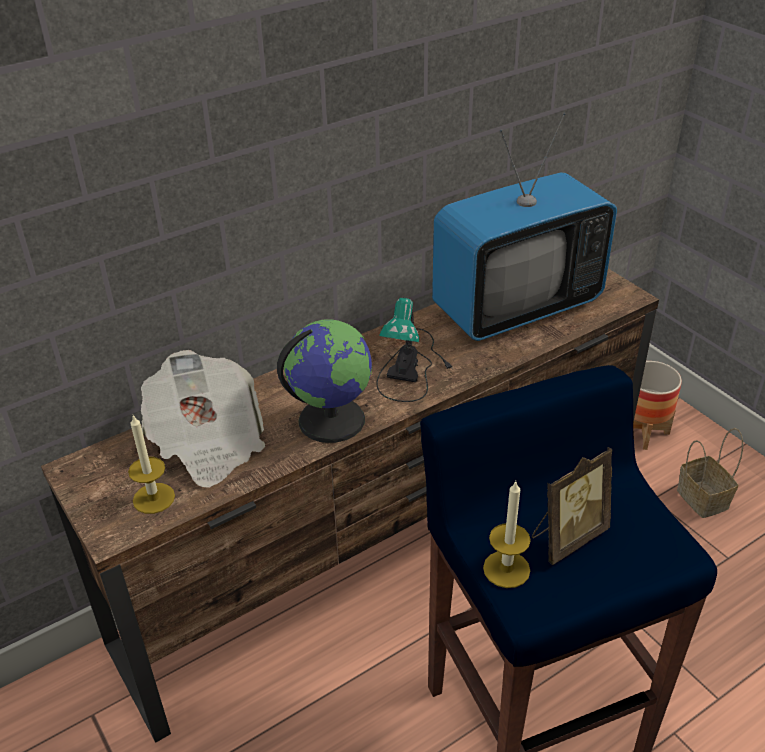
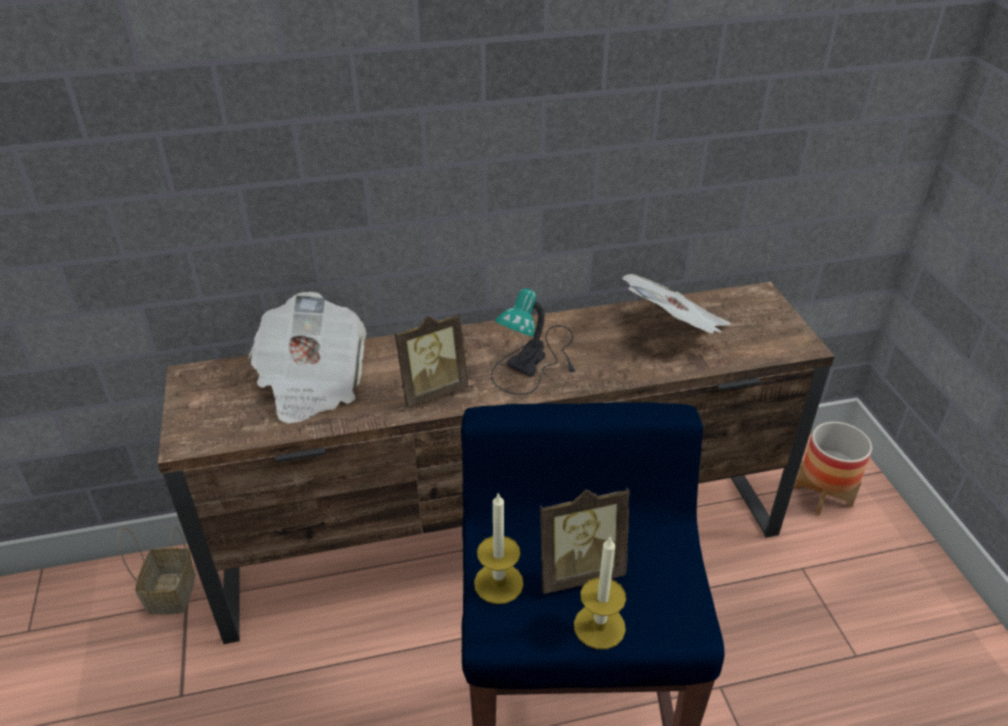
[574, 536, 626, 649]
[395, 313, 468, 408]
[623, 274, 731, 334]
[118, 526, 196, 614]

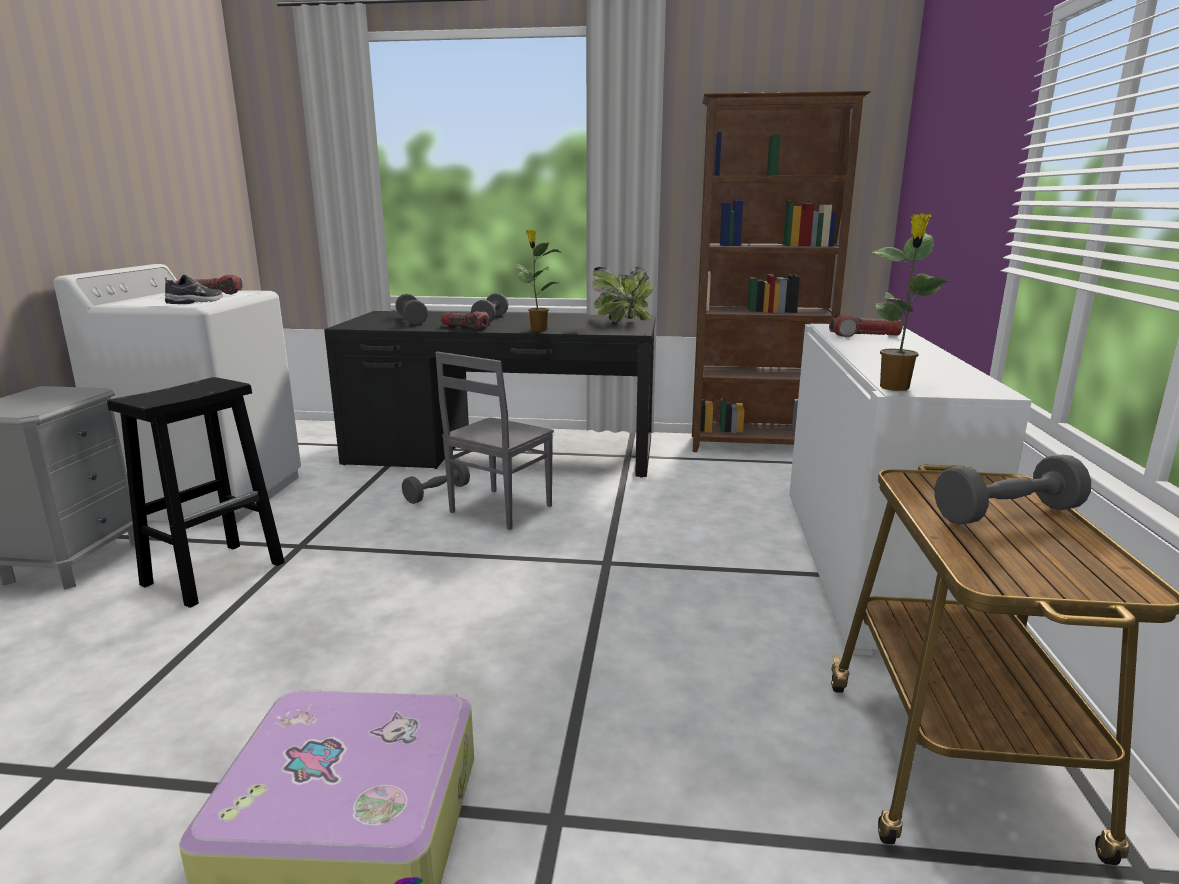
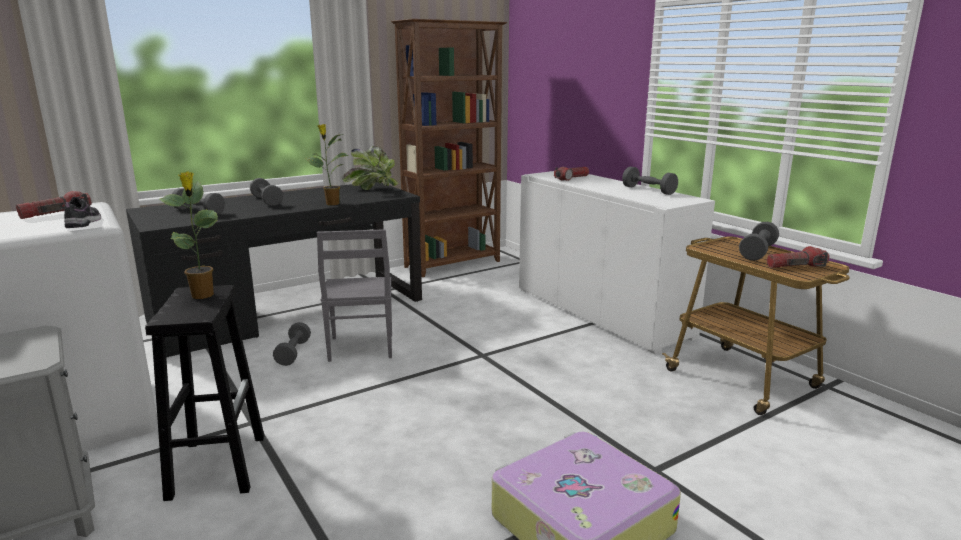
[767, 246, 830, 268]
[159, 172, 219, 299]
[622, 166, 678, 195]

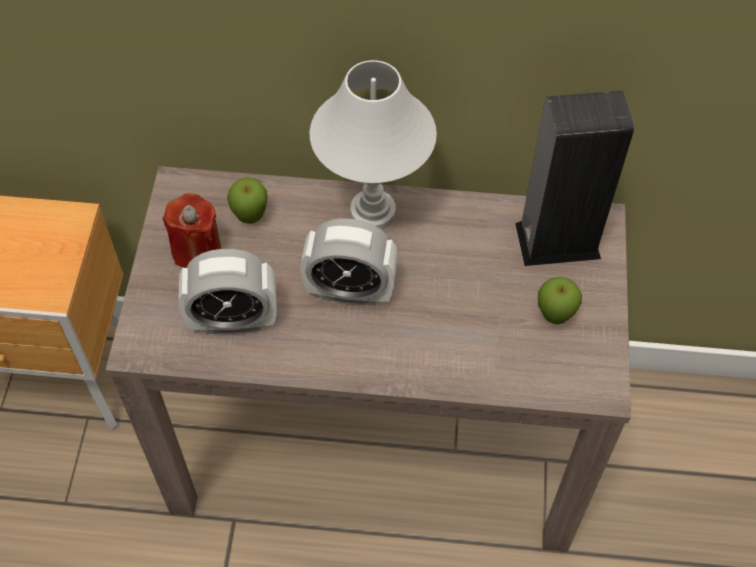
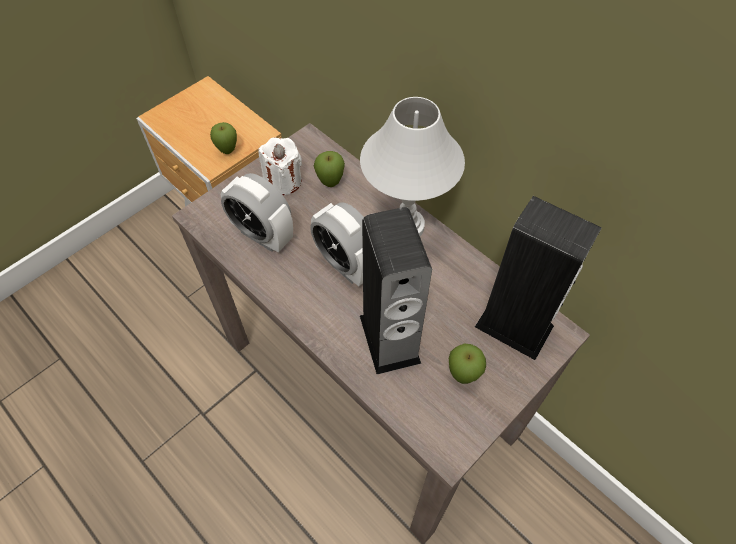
[259, 138, 302, 195]
[210, 122, 237, 154]
[360, 207, 432, 374]

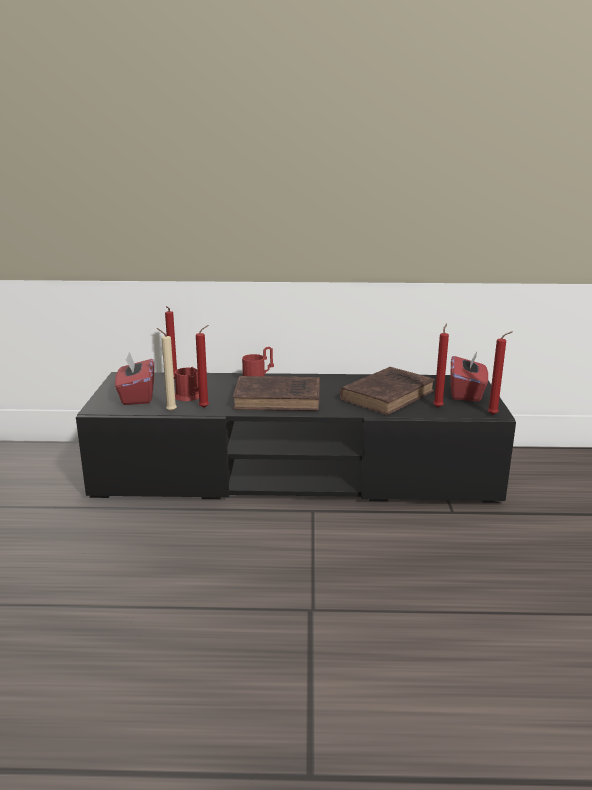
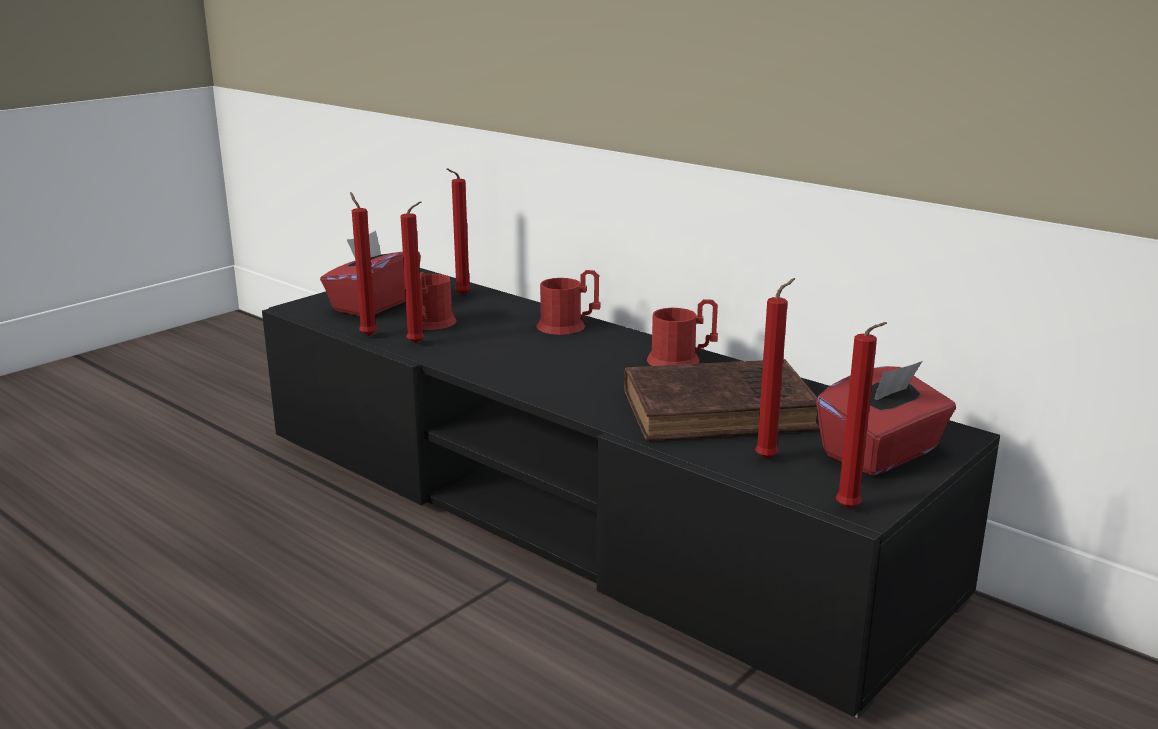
[350, 192, 378, 336]
[233, 376, 320, 411] (first image)
[647, 299, 718, 366]

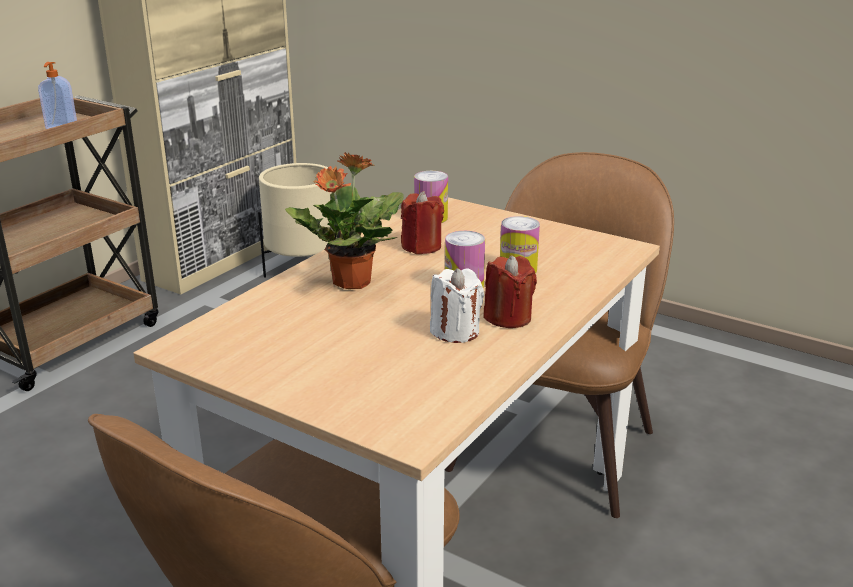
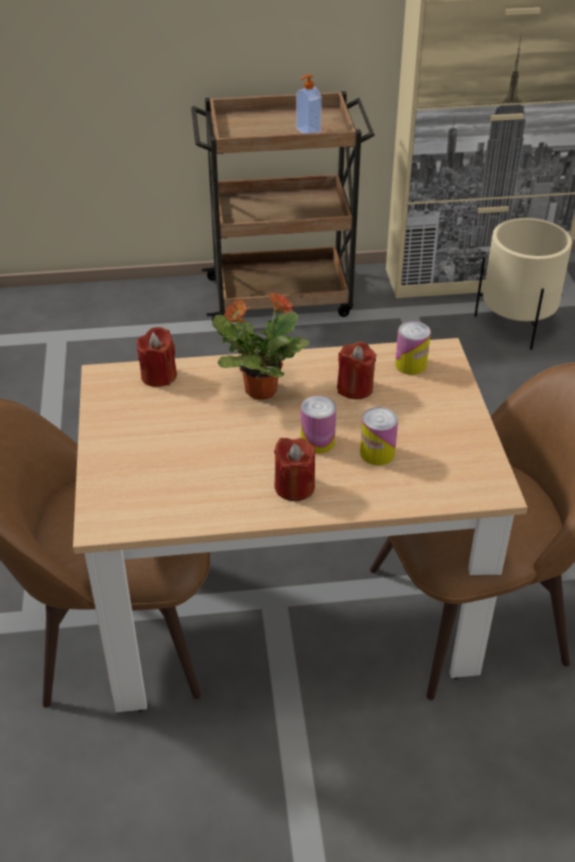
[430, 268, 484, 343] (first image)
[136, 327, 177, 387]

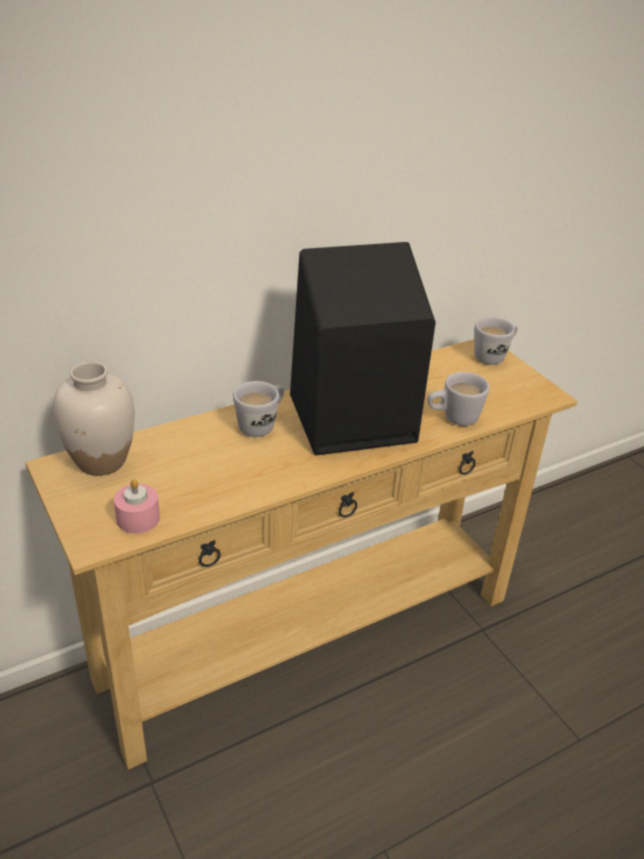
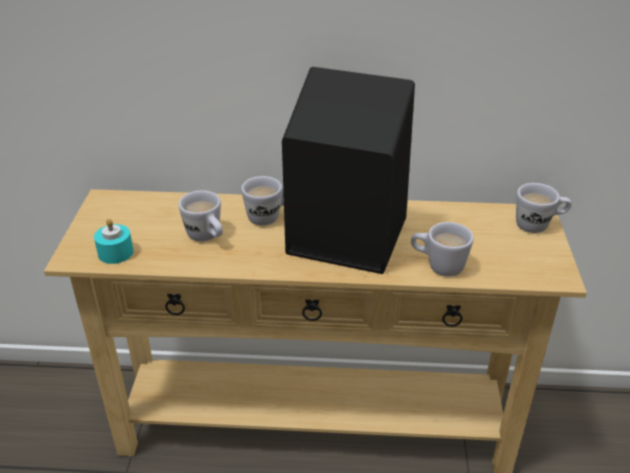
[53, 361, 135, 476] (first image)
[94, 219, 133, 264]
[178, 190, 223, 242]

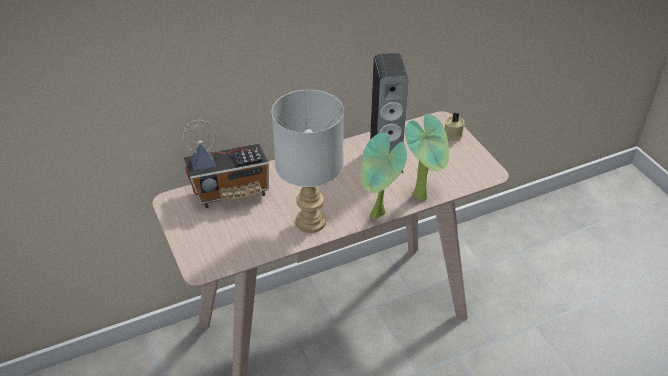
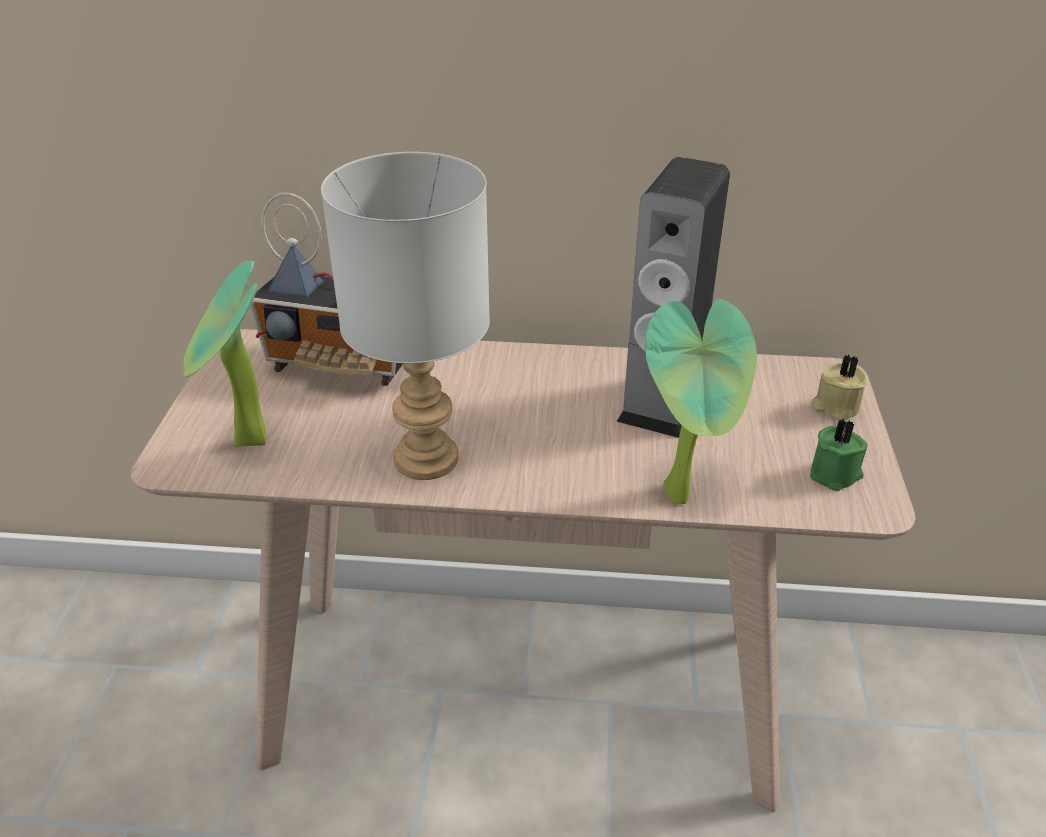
[183, 260, 266, 447]
[810, 418, 868, 491]

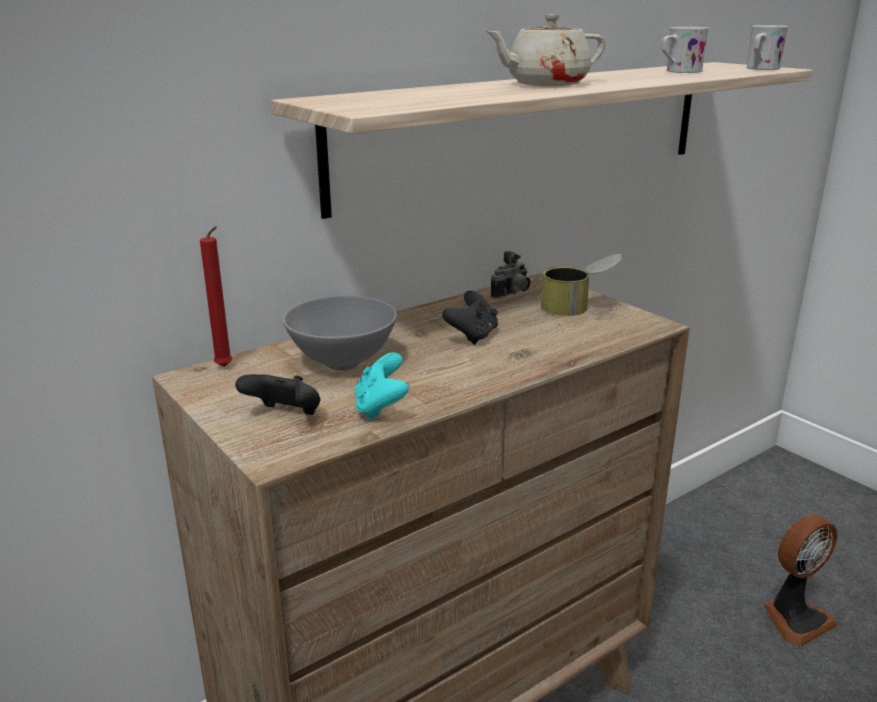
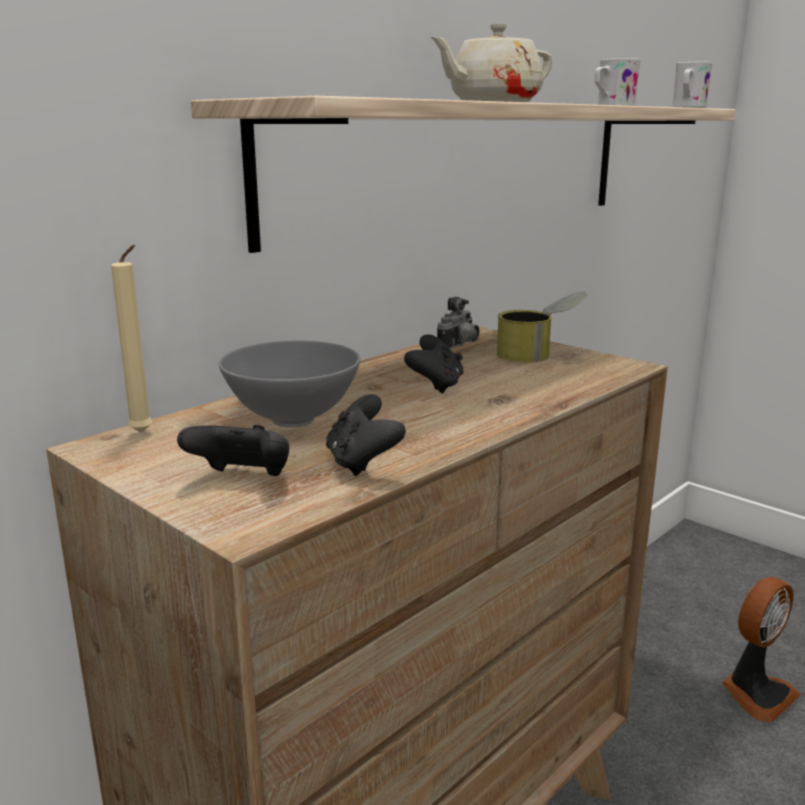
[111, 245, 152, 433]
[326, 394, 406, 476]

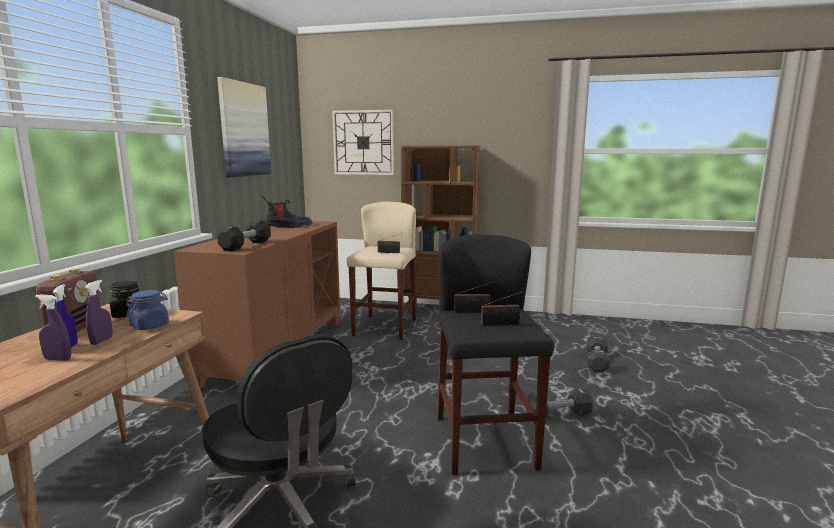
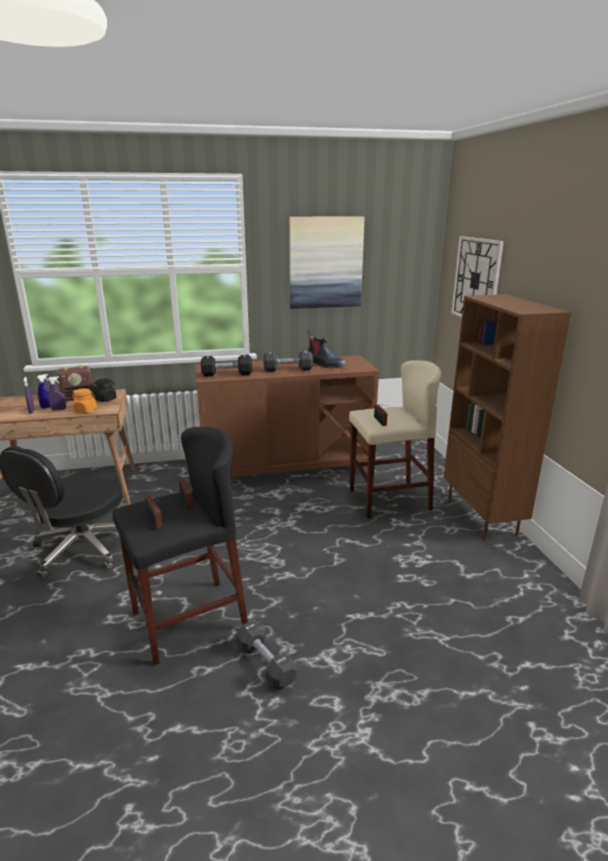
[72, 388, 97, 413]
[263, 351, 313, 372]

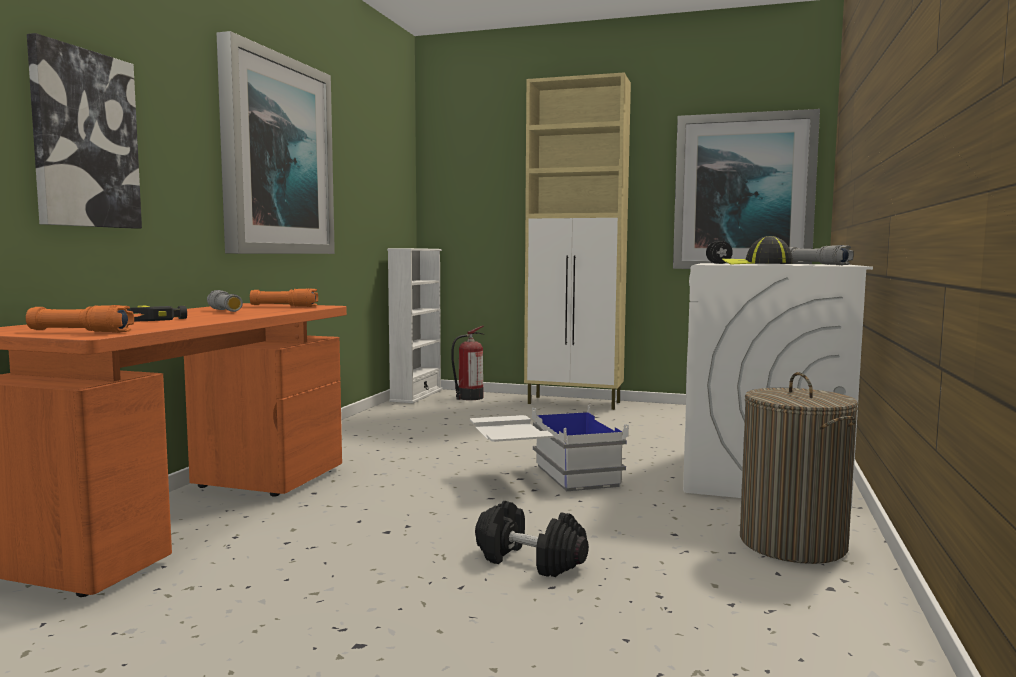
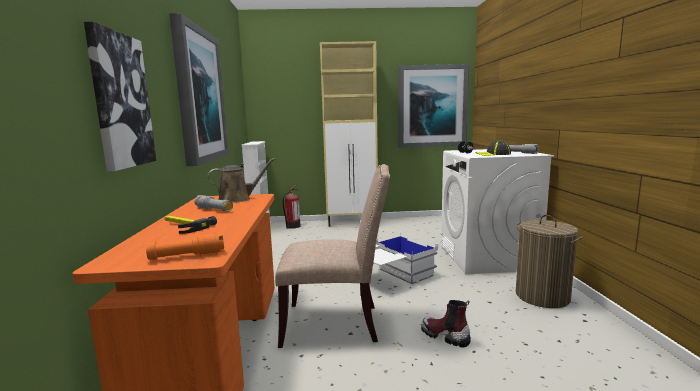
[208, 158, 275, 203]
[421, 300, 471, 348]
[275, 164, 390, 348]

